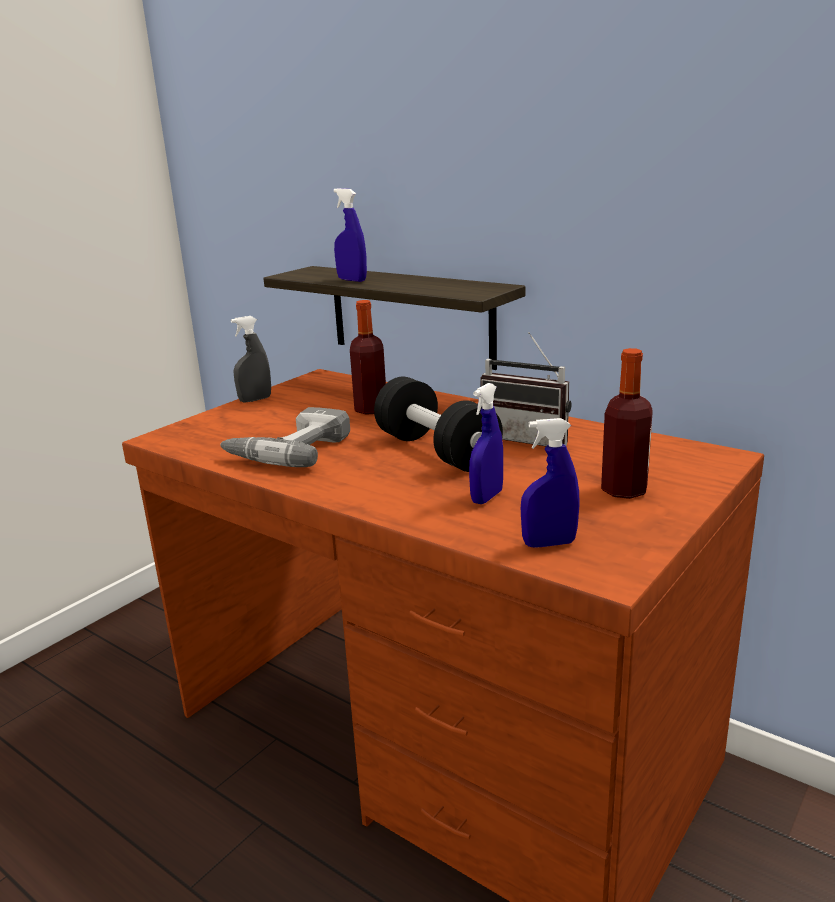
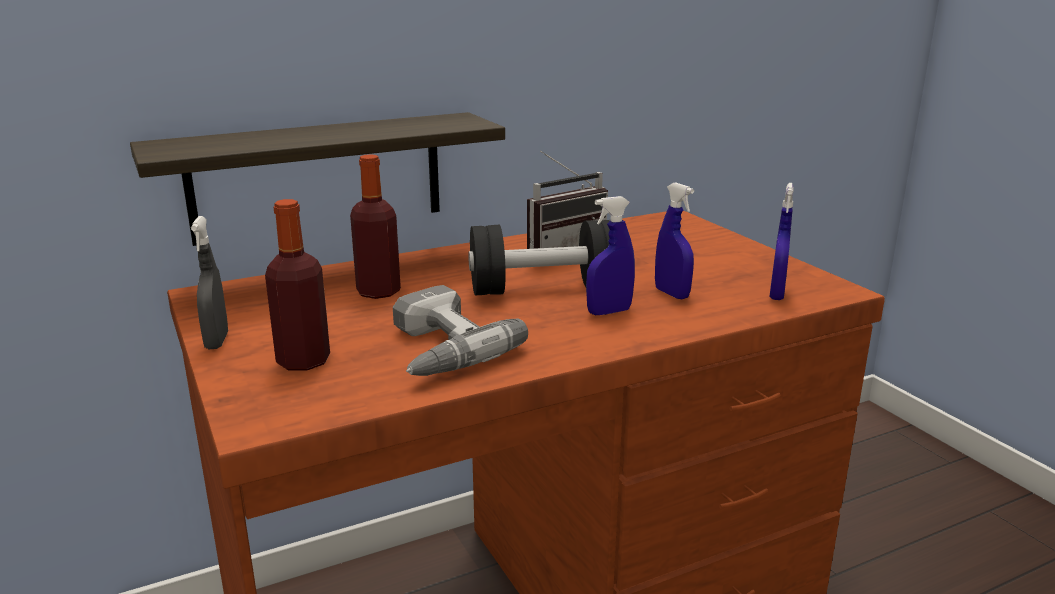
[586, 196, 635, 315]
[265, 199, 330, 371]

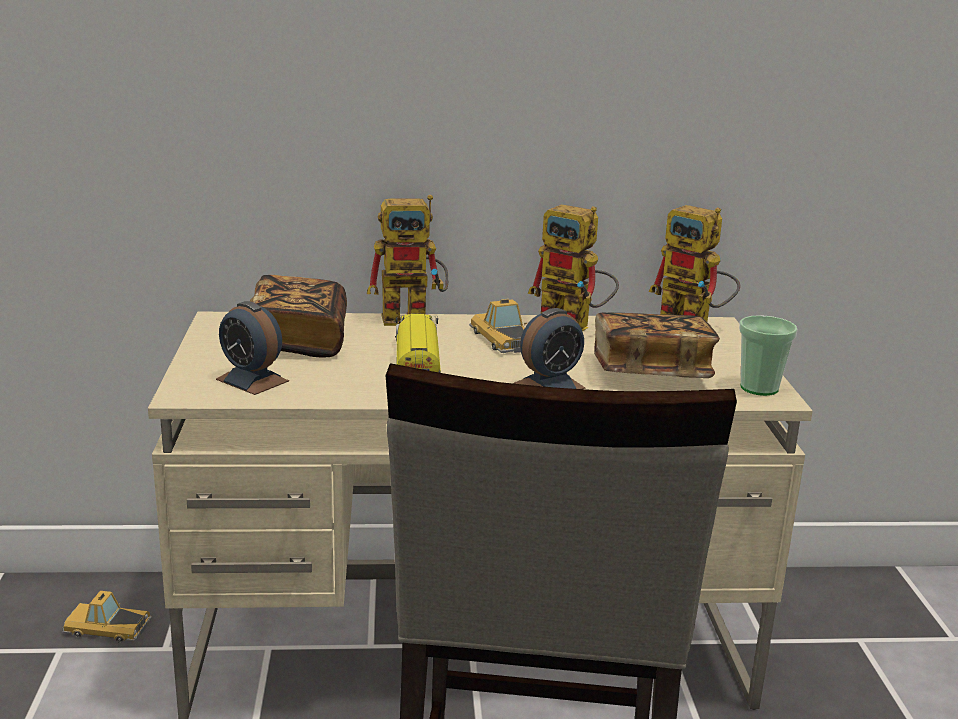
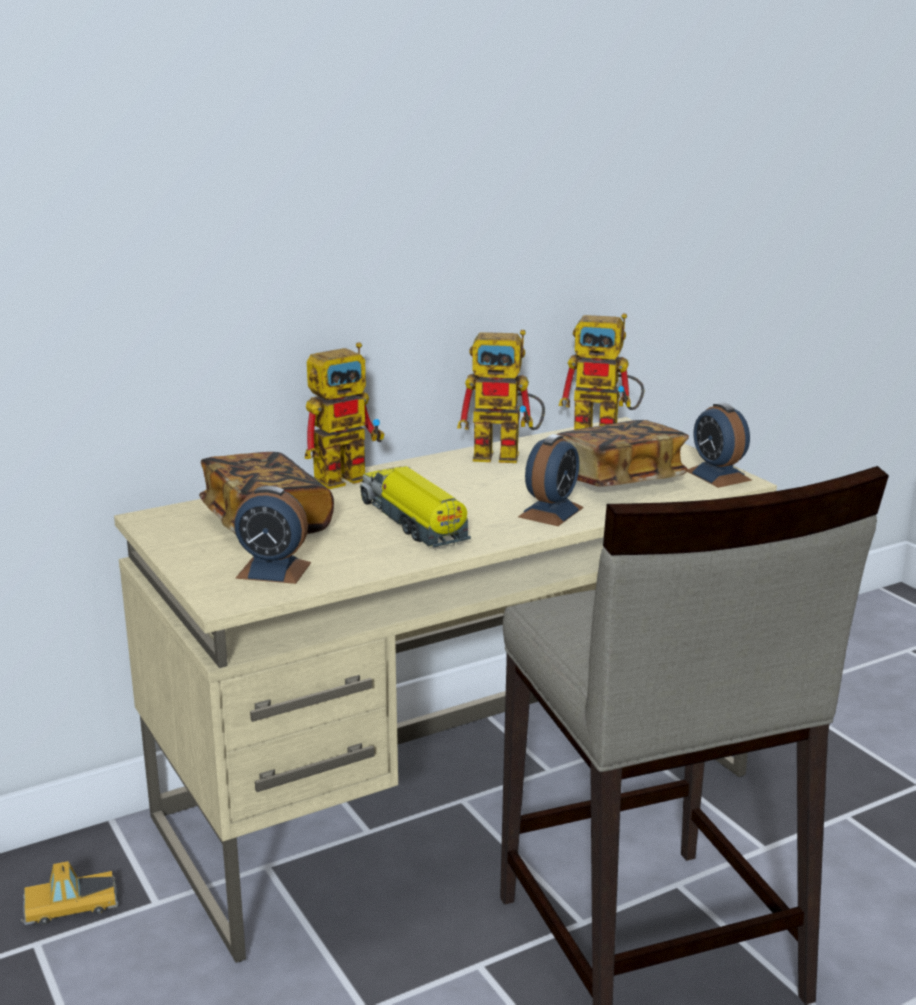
[469, 299, 527, 353] (first image)
[687, 402, 752, 488]

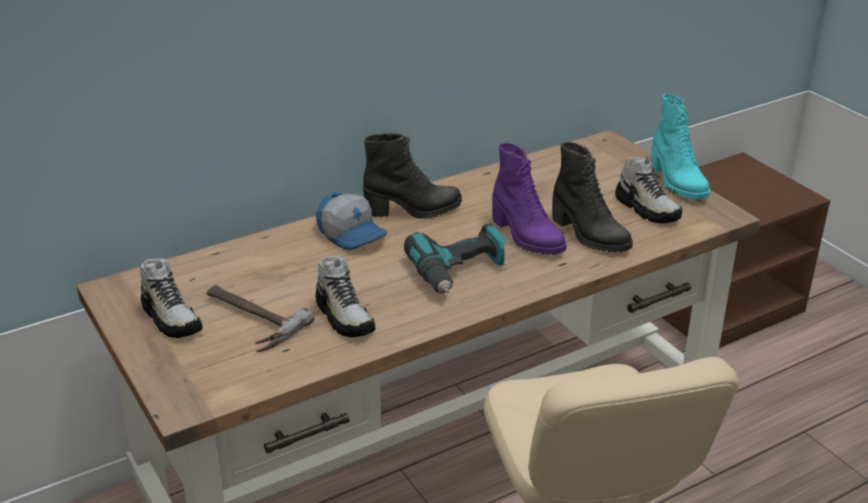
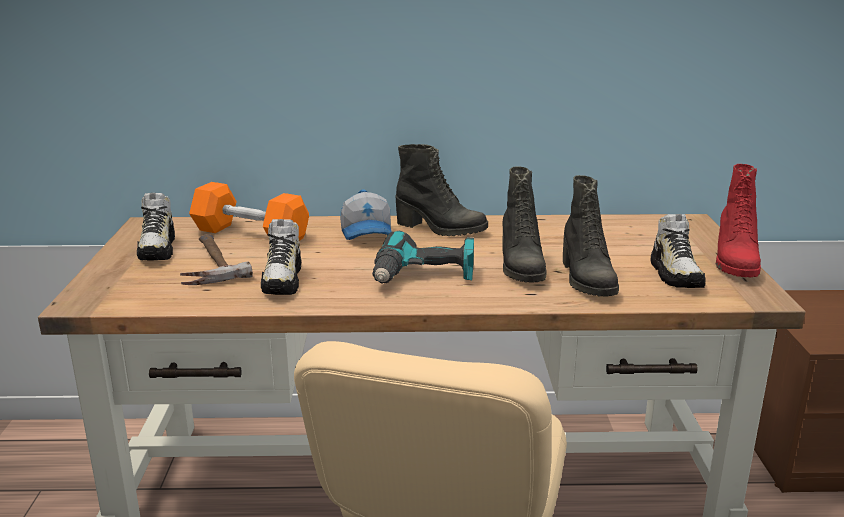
[502, 167, 546, 283]
[716, 164, 761, 277]
[189, 182, 309, 241]

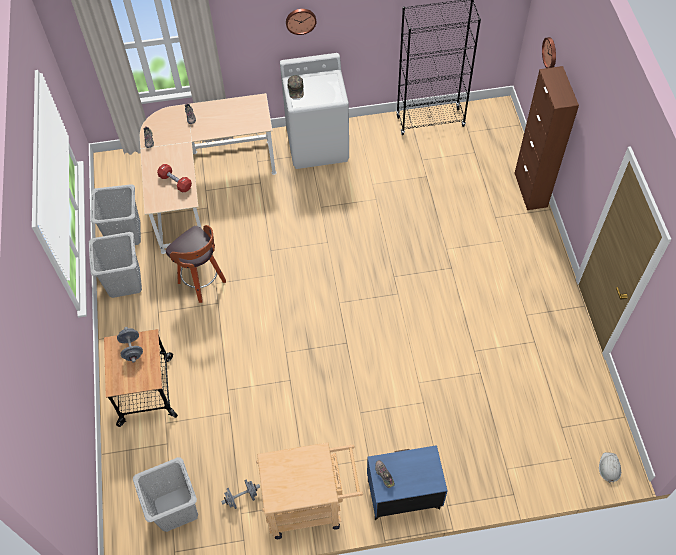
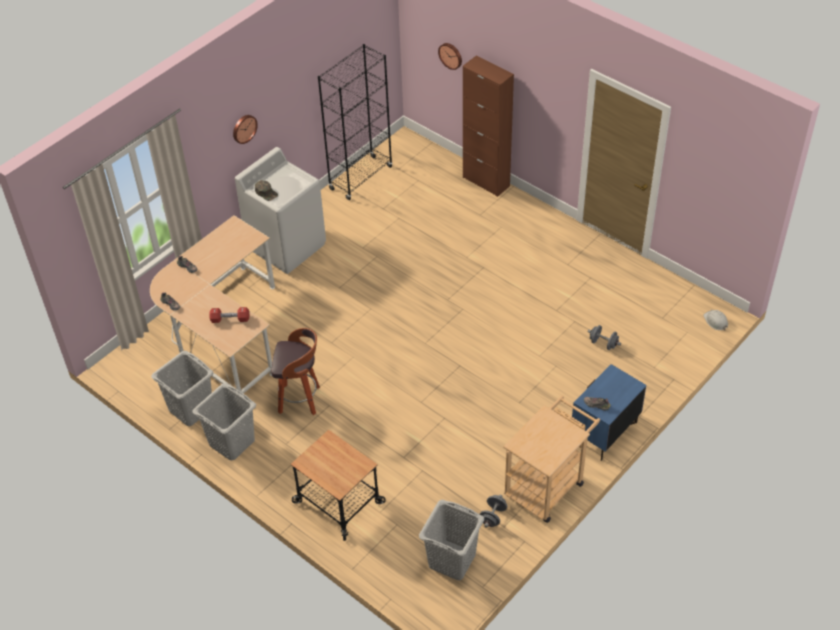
[588, 325, 621, 350]

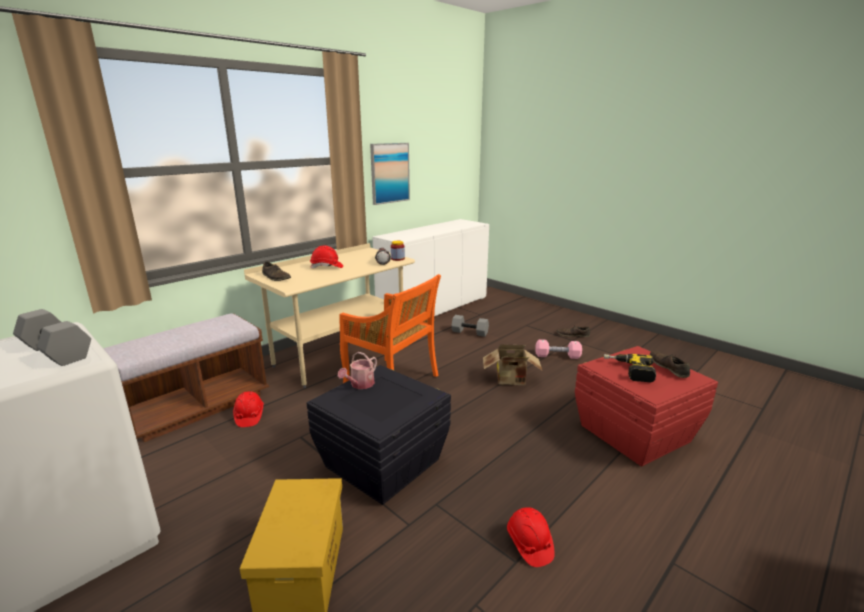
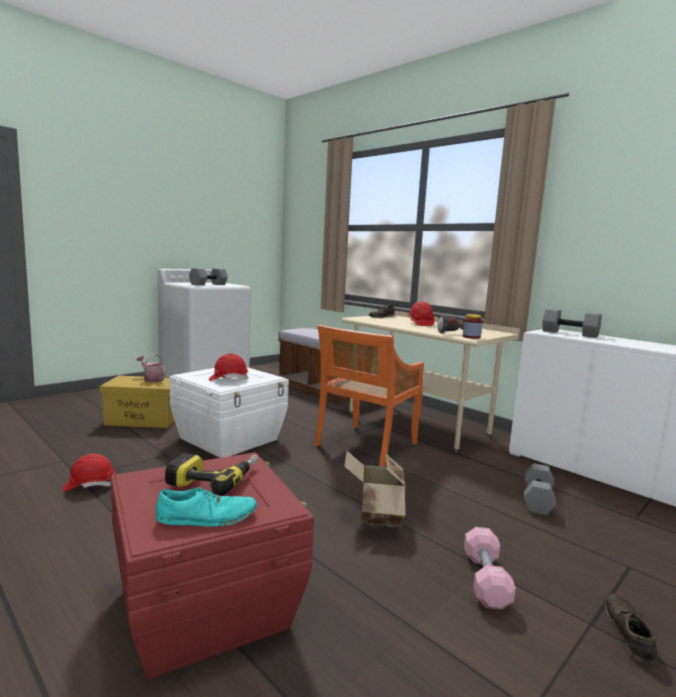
[209, 354, 248, 381]
[169, 367, 289, 458]
[137, 354, 166, 382]
[370, 143, 410, 205] (first image)
[156, 487, 257, 527]
[543, 309, 602, 338]

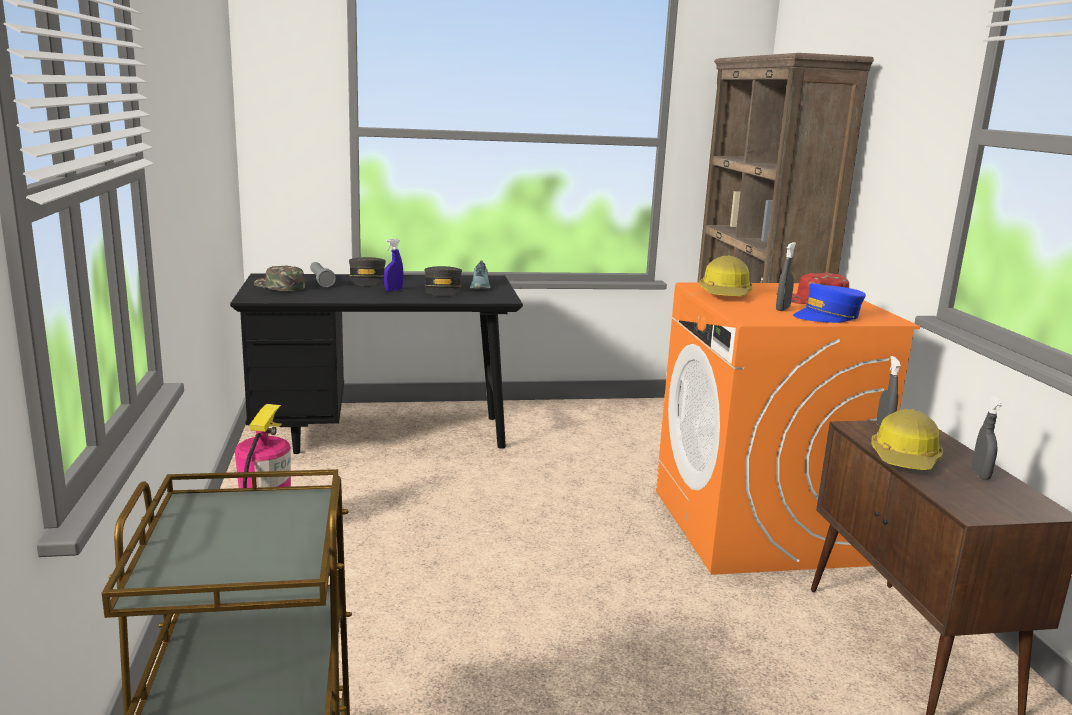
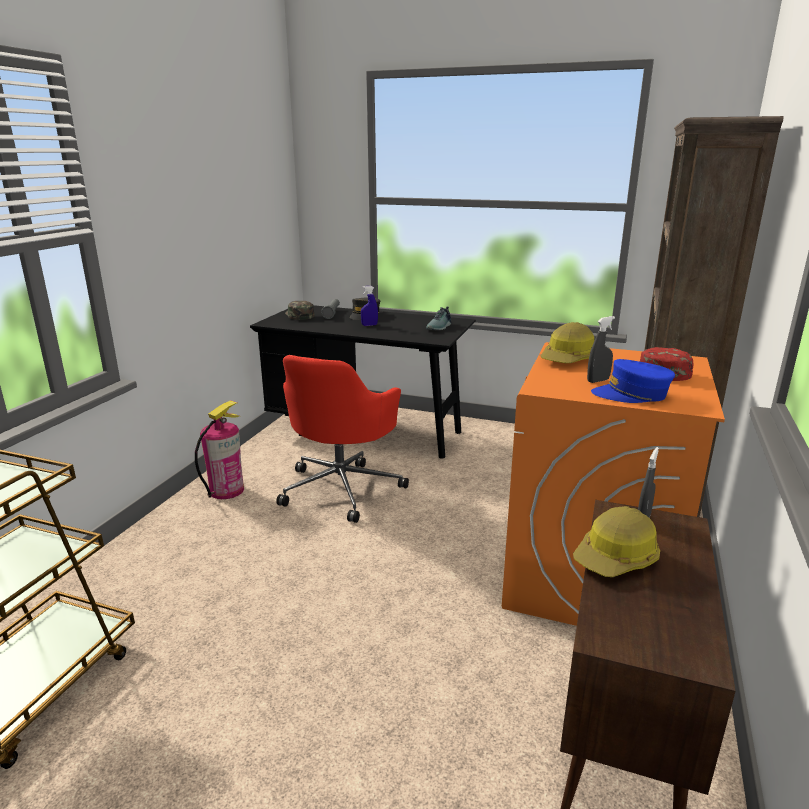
[424, 266, 462, 296] (first image)
[972, 396, 1004, 480] (first image)
[276, 355, 409, 523]

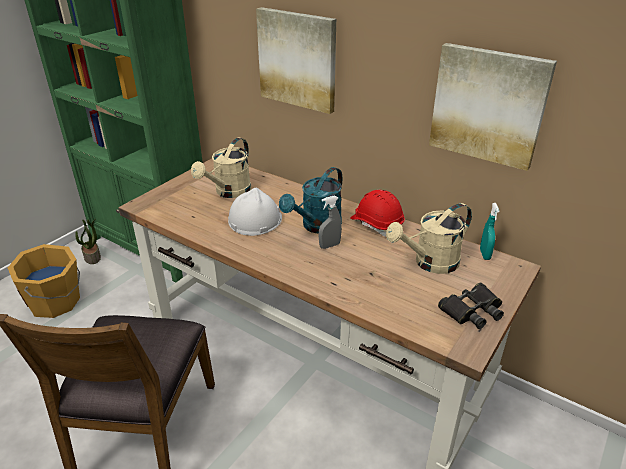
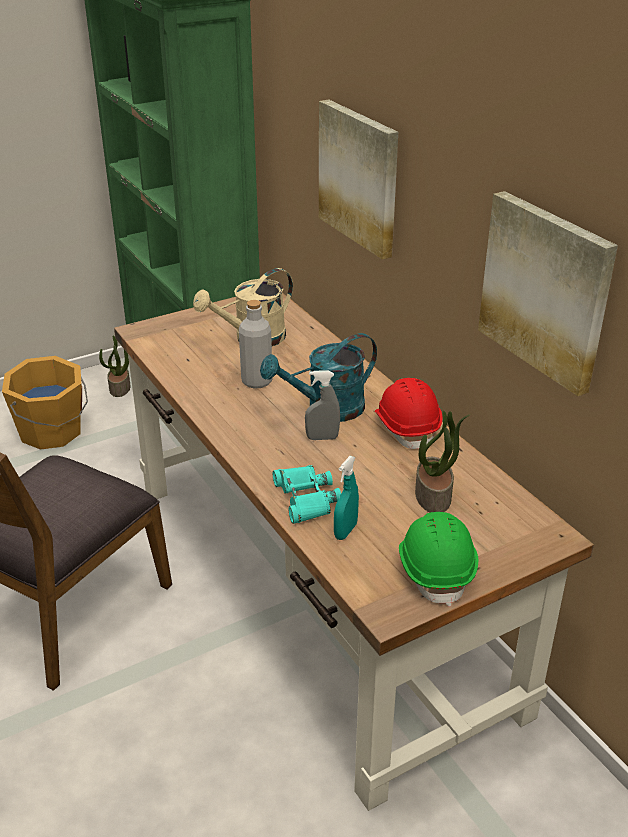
[239, 300, 273, 389]
[415, 410, 471, 513]
[399, 512, 478, 607]
[334, 456, 359, 540]
[273, 465, 341, 524]

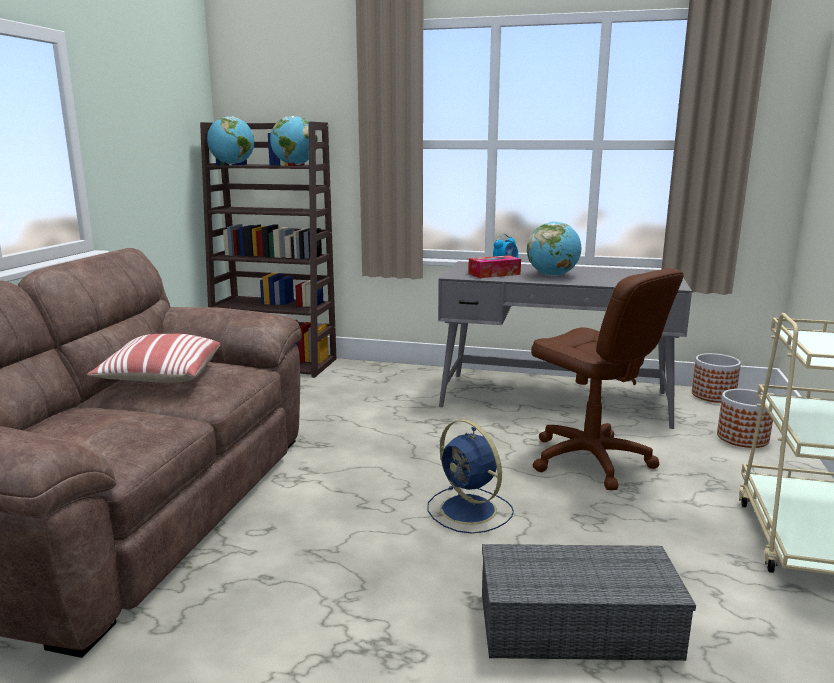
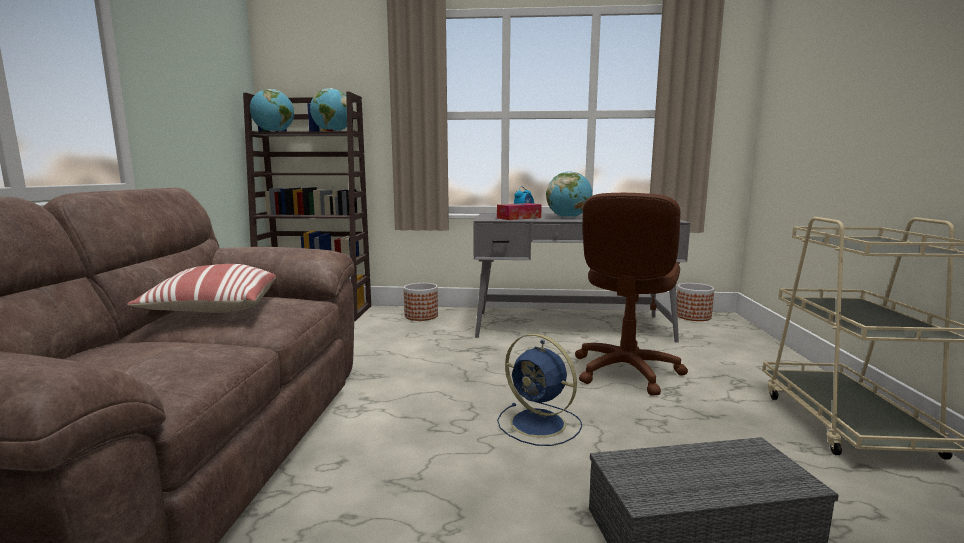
[575, 193, 688, 396]
[404, 283, 438, 321]

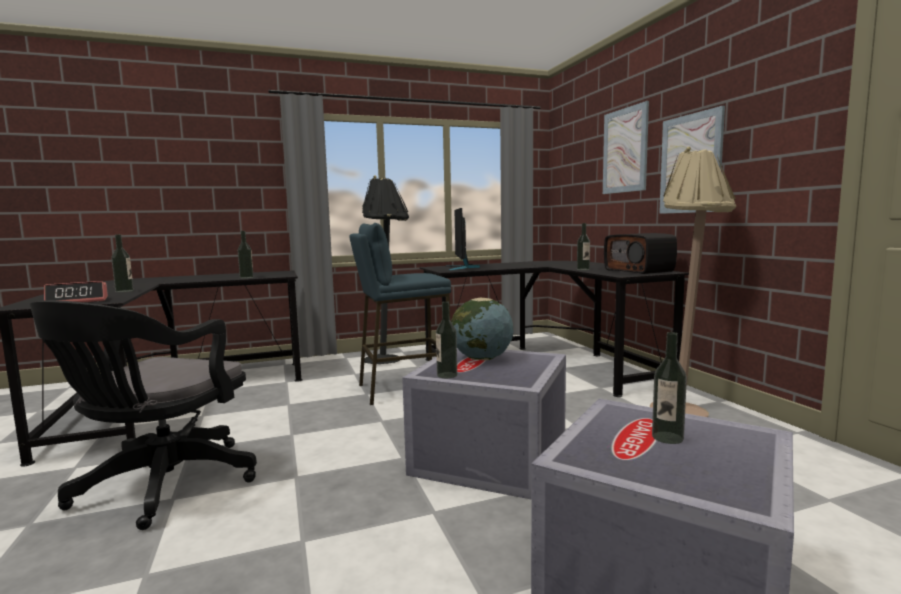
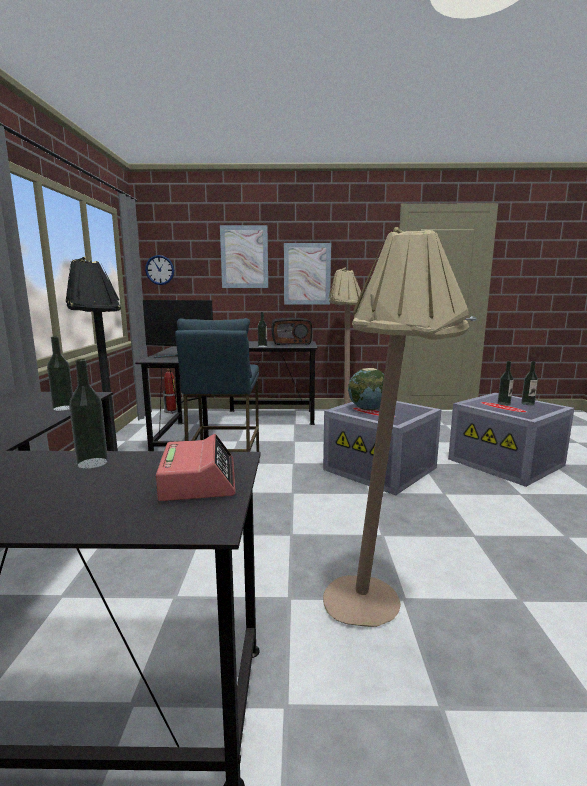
[323, 227, 469, 627]
[521, 361, 538, 405]
[145, 255, 174, 285]
[163, 368, 178, 414]

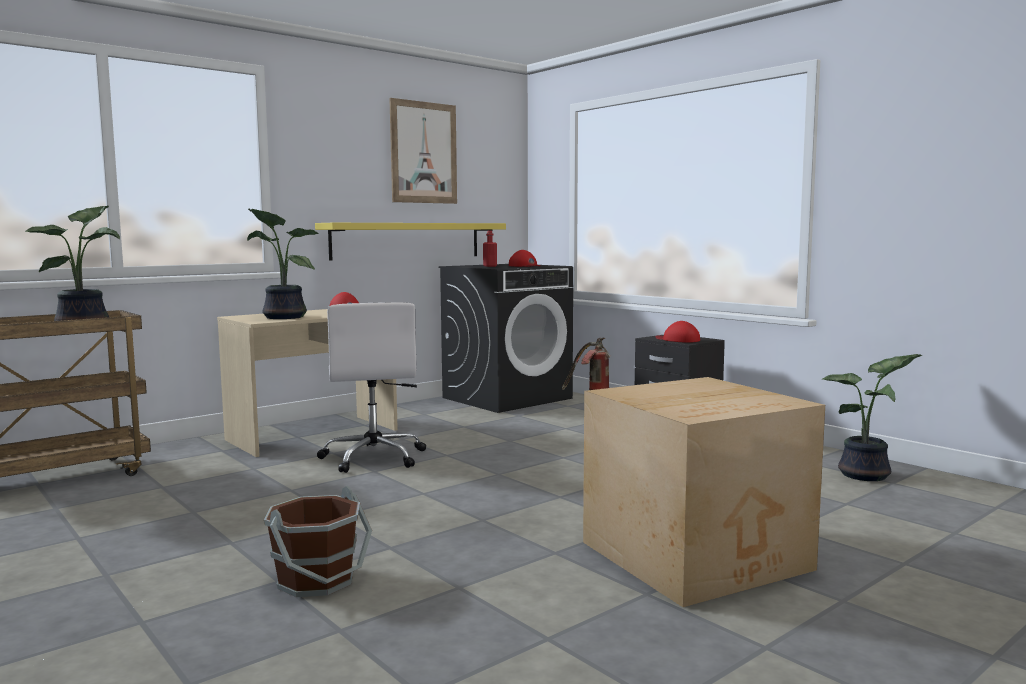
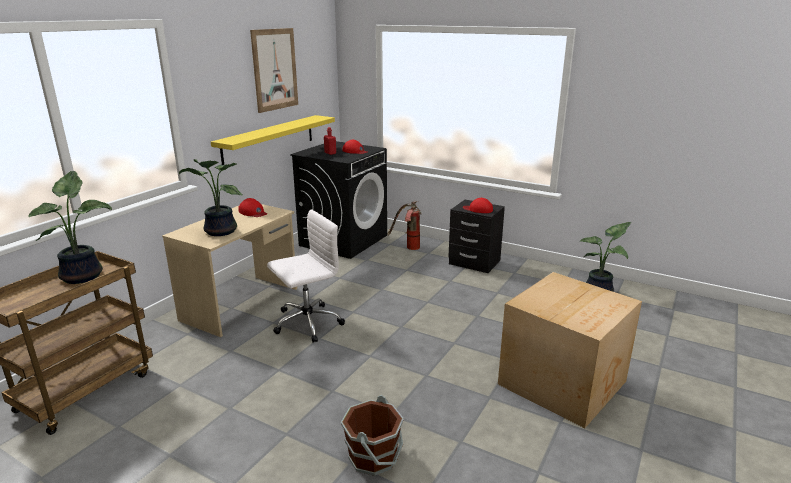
[267, 209, 345, 343]

